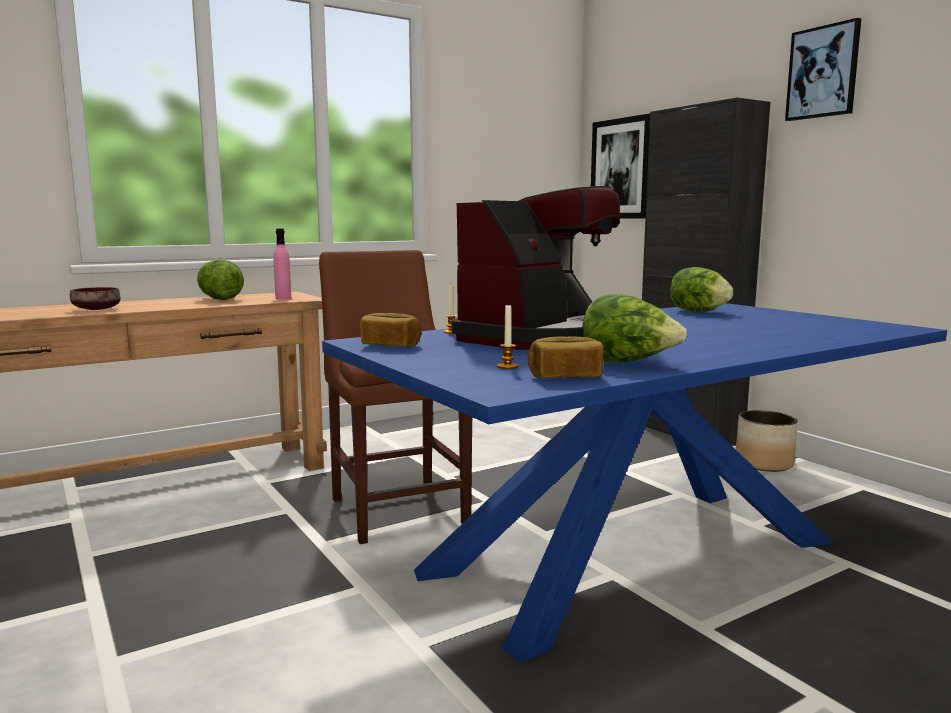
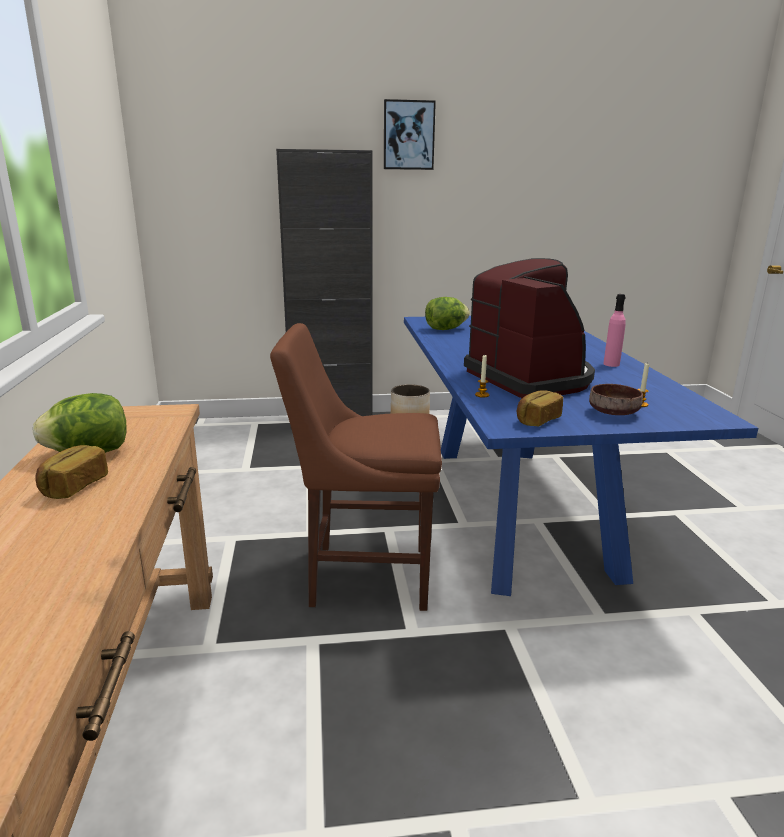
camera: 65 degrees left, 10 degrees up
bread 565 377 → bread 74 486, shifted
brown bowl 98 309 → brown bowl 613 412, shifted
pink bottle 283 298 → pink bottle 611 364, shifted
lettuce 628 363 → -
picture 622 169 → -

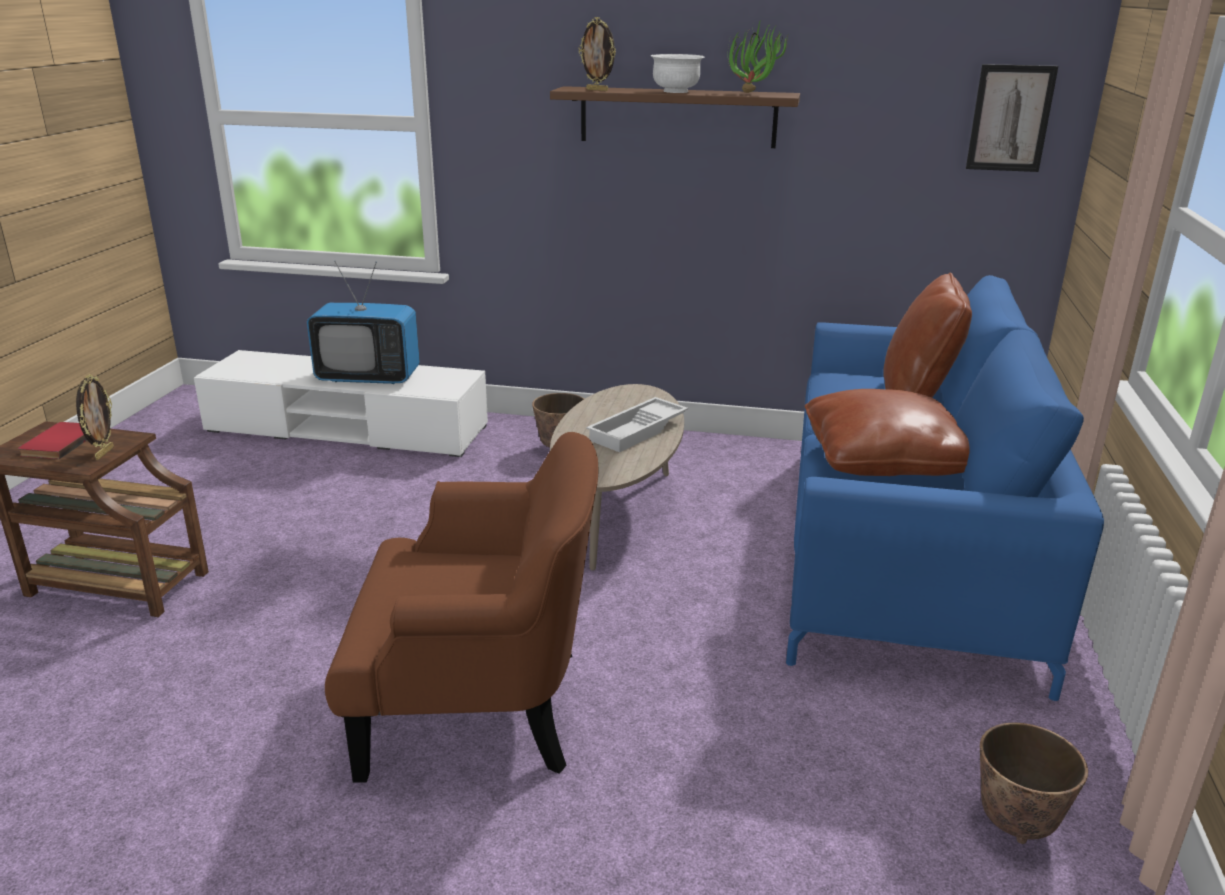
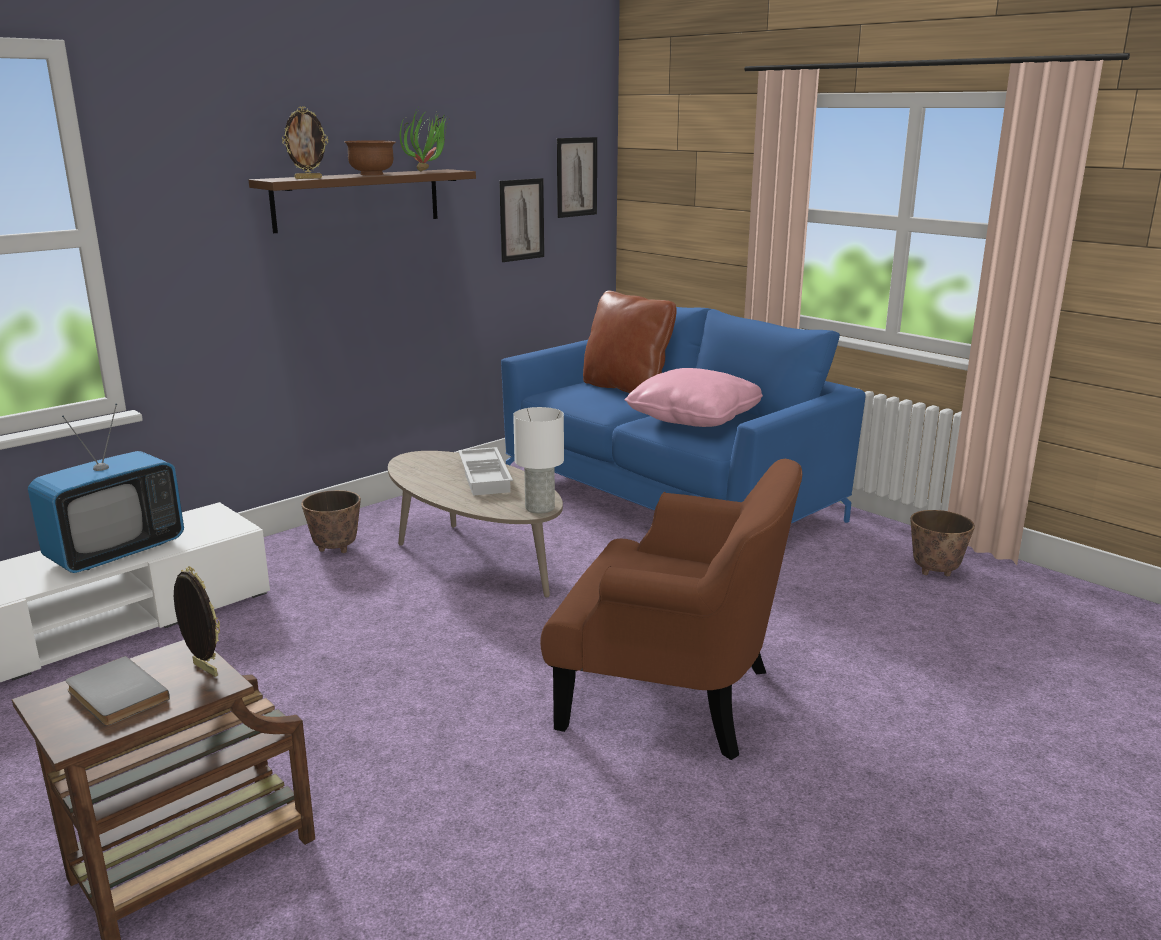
camera: 55 degrees left, 5 degrees down
red book 58 443 → grey book 114 696
white bowl 676 91 → brown bowl 372 174
- → picture 521 219
- → white table lamp 539 508
brown armchair 479 707 → brown armchair 672 696, 75 degrees clockwise
brown pillow 883 460 → pink pillow 694 419

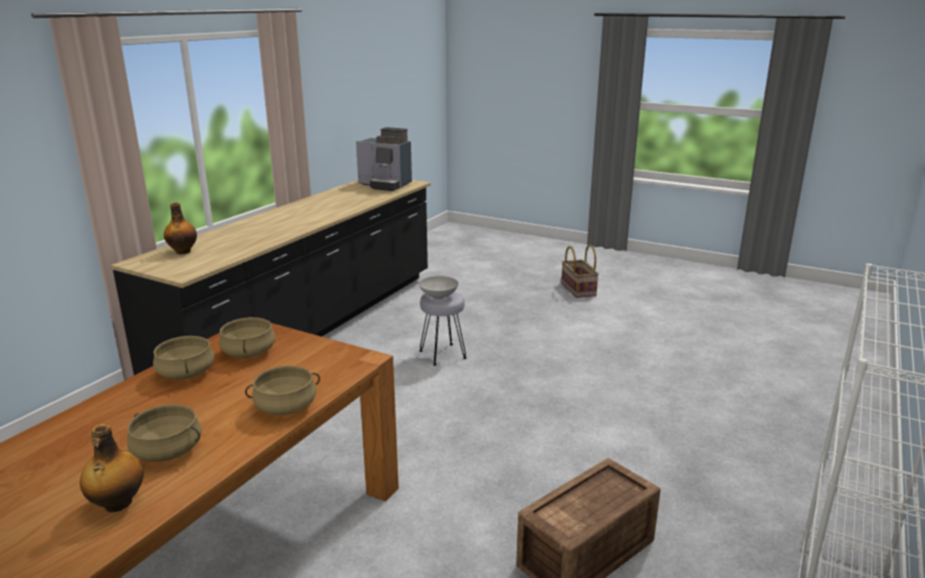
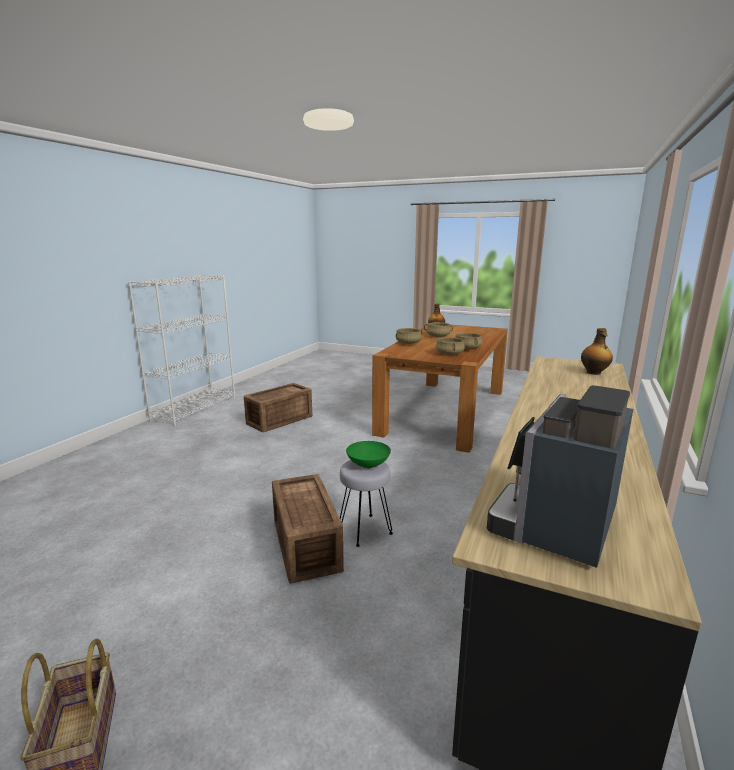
camera: 175 degrees right, 5 degrees down
- → crate 305 546
grey bowl 439 297 → green bowl 367 465
coffee machine 385 185 → coffee machine 557 525, 75 degrees counterclockwise

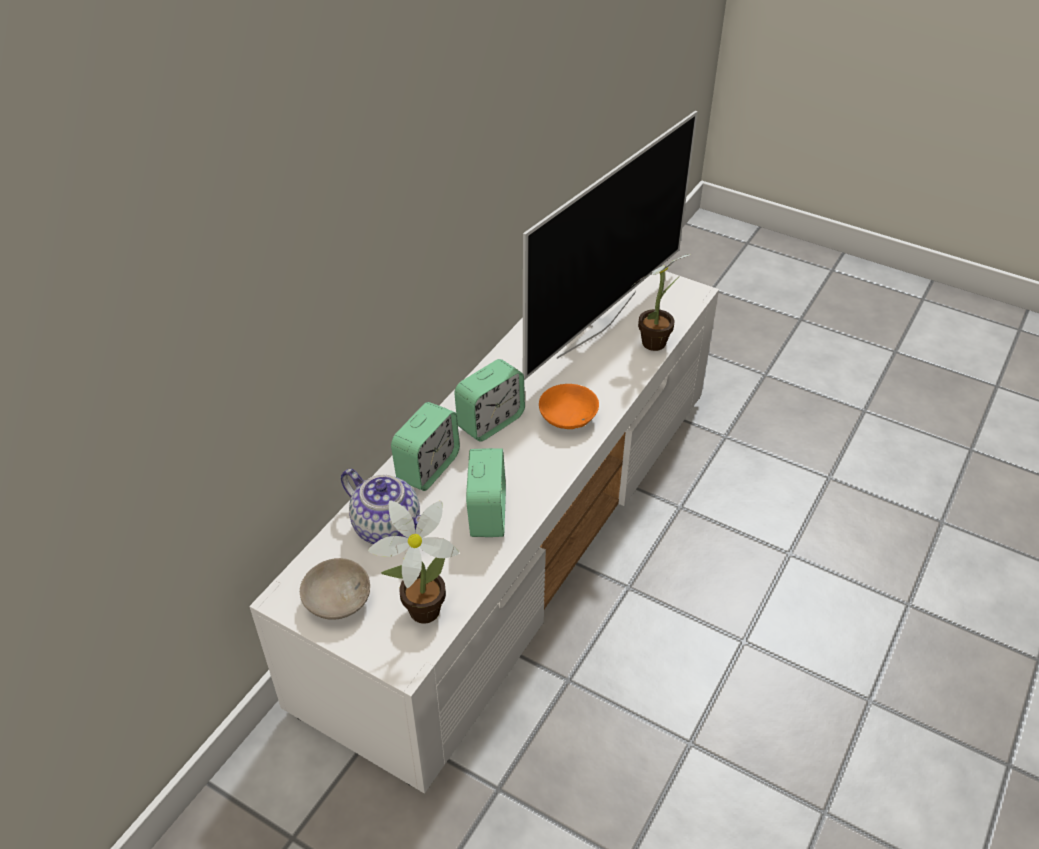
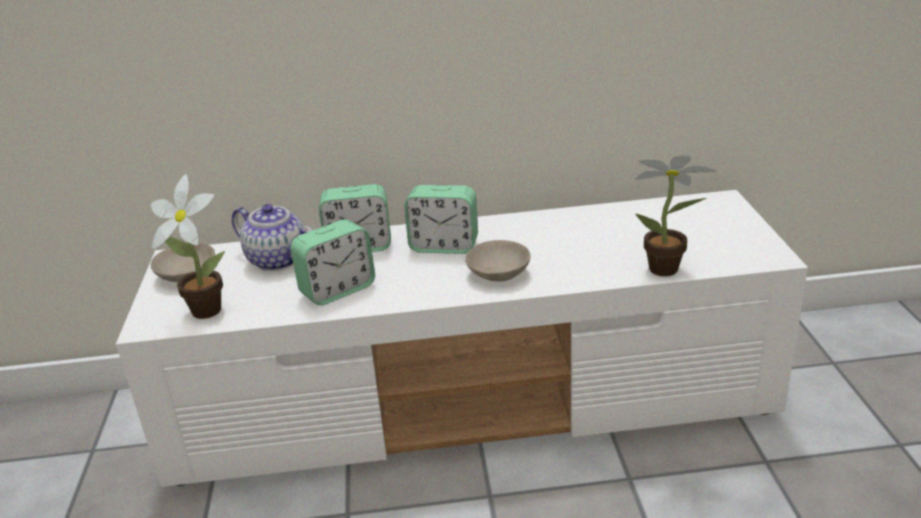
camera: 55 degrees right, 15 degrees down
teapot 388 527 → teapot 279 260, 60 degrees counterclockwise
orange bowl 567 416 → beige bowl 500 272
television 595 323 → -

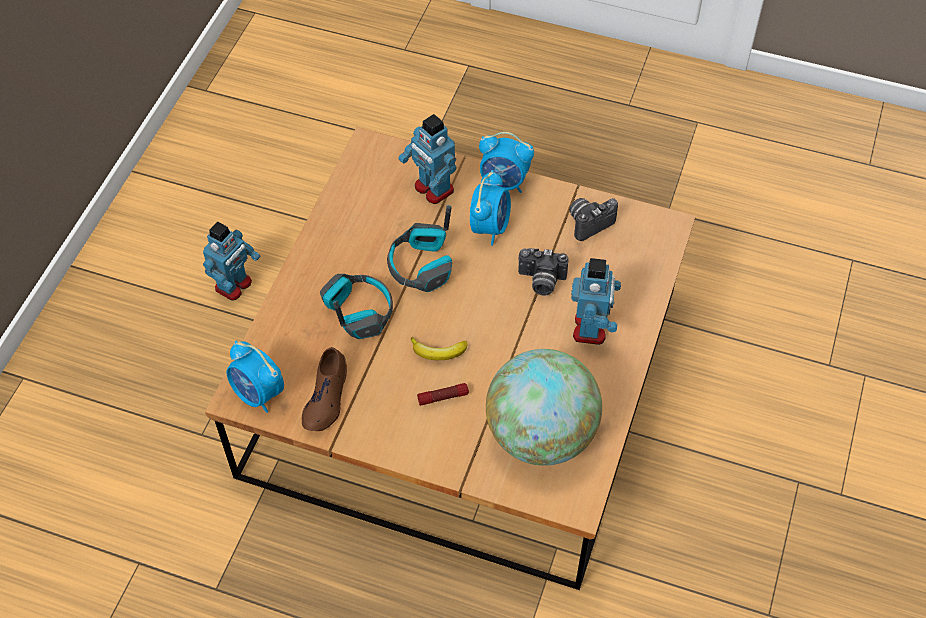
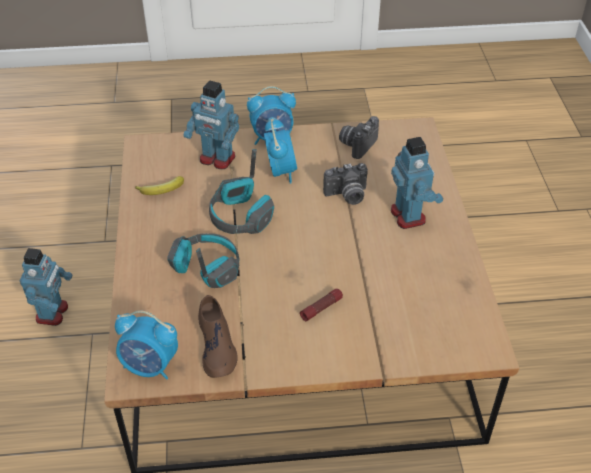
camera: 25 degrees left, 10 degrees down
banana 438 352 → banana 162 190, shifted
globe 541 435 → -

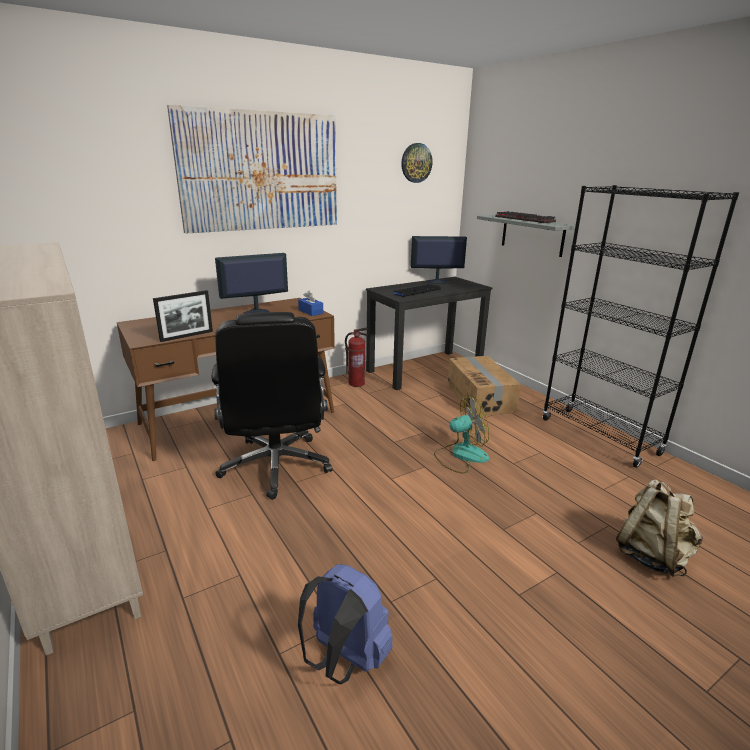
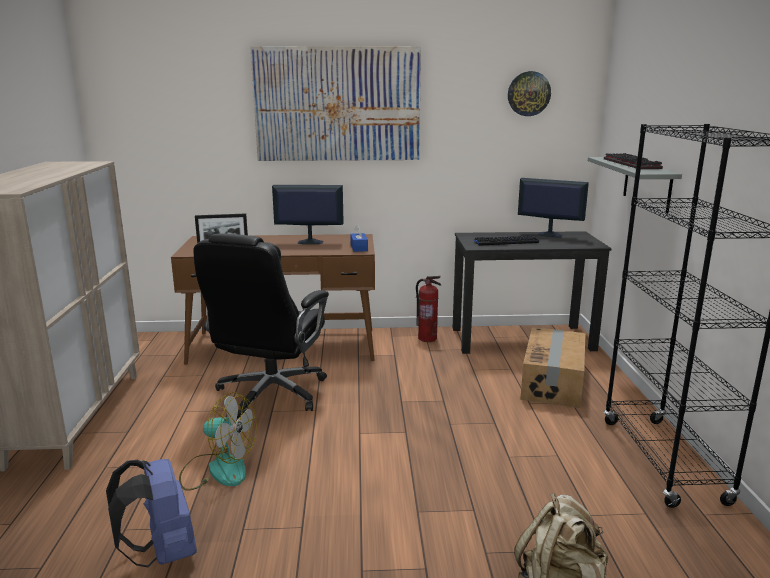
camera: 30 degrees right, 5 degrees down
fan 461 455 → fan 218 469, shifted

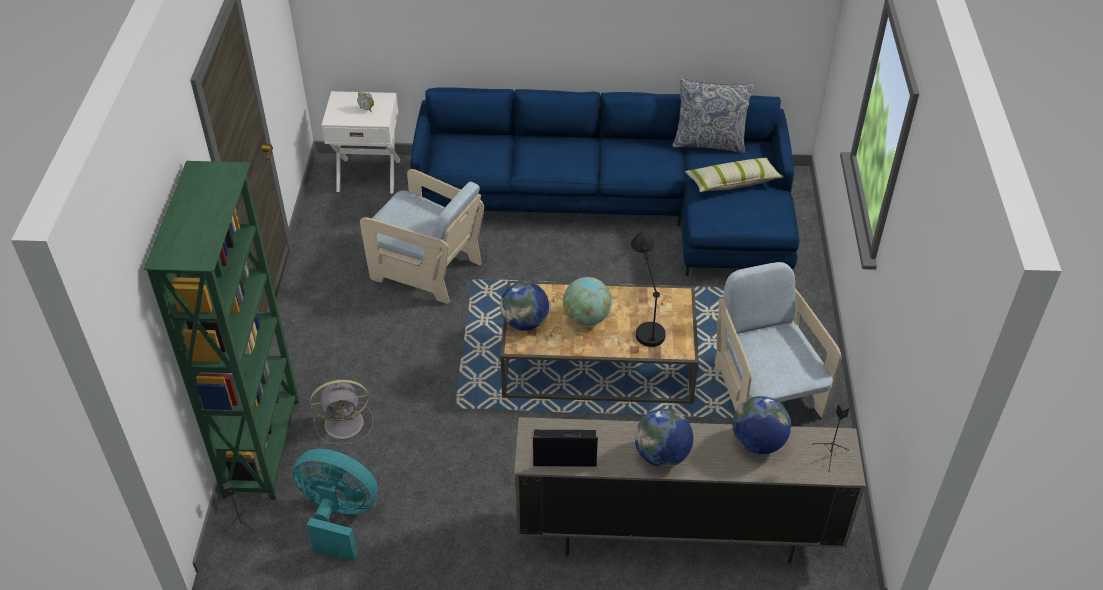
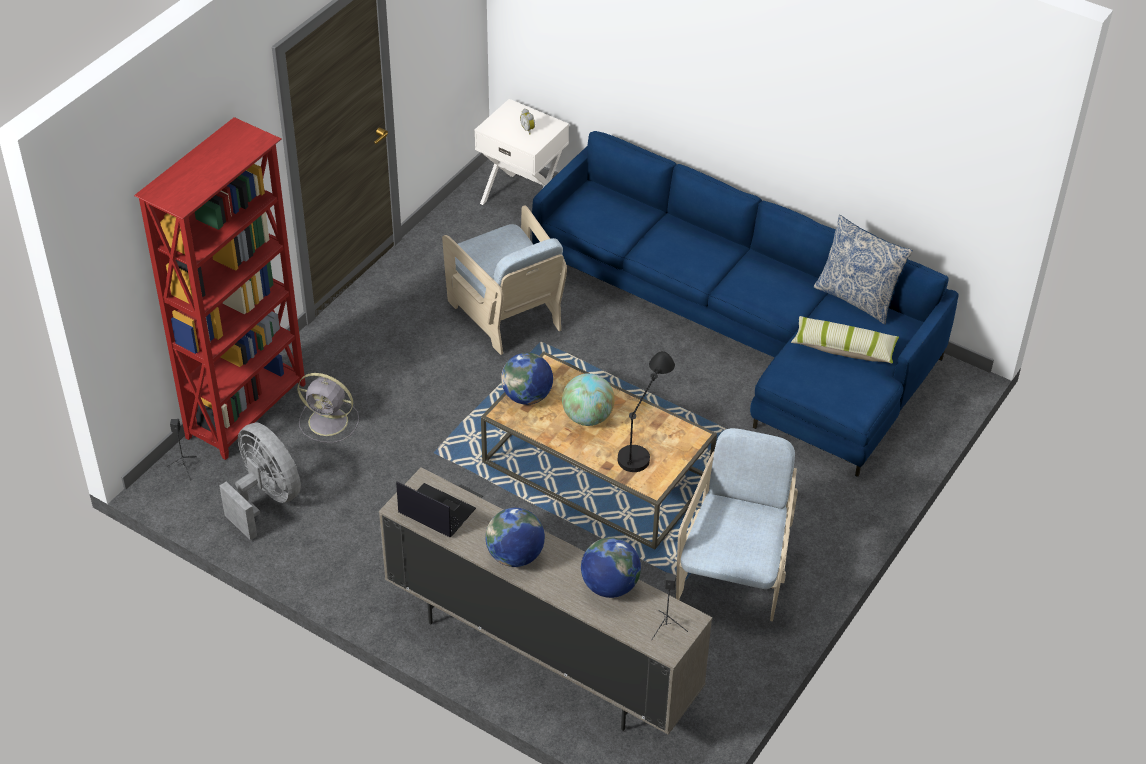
camera: 30 degrees right, 0 degrees up
green bookcase 264 447 → red bookcase 248 411
turquoise fan 339 517 → grey fan 265 499

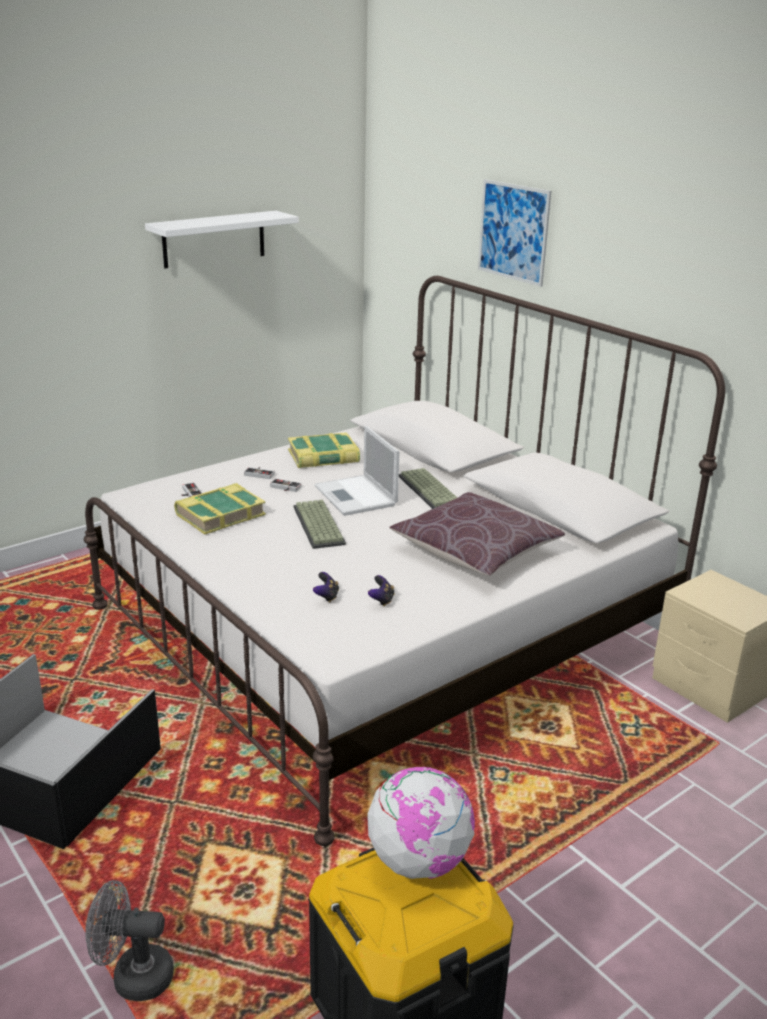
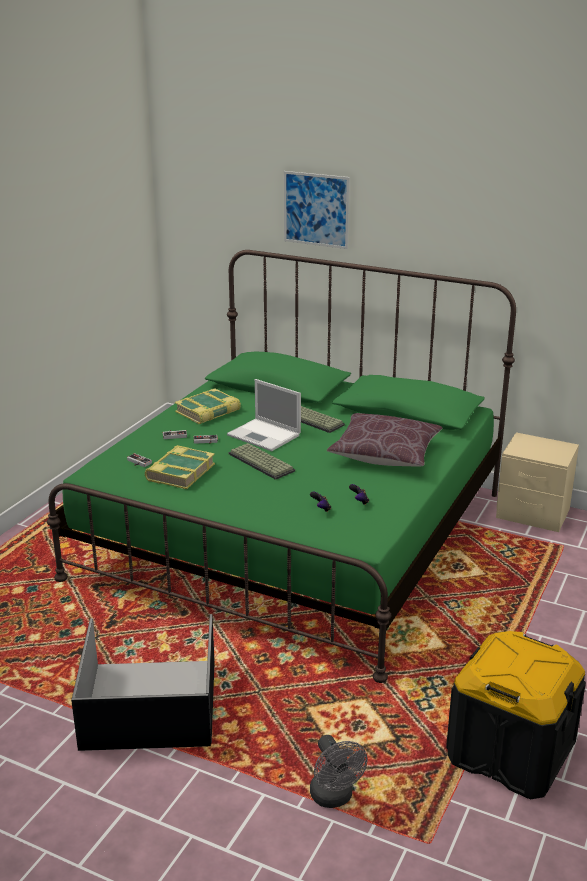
camera: 25 degrees left, 0 degrees up
white bed 380 627 → green bed 293 534
grey fan 133 976 → grey fan 334 798, 90 degrees counterclockwise
white shelf 214 239 → -
globe 419 861 → -

